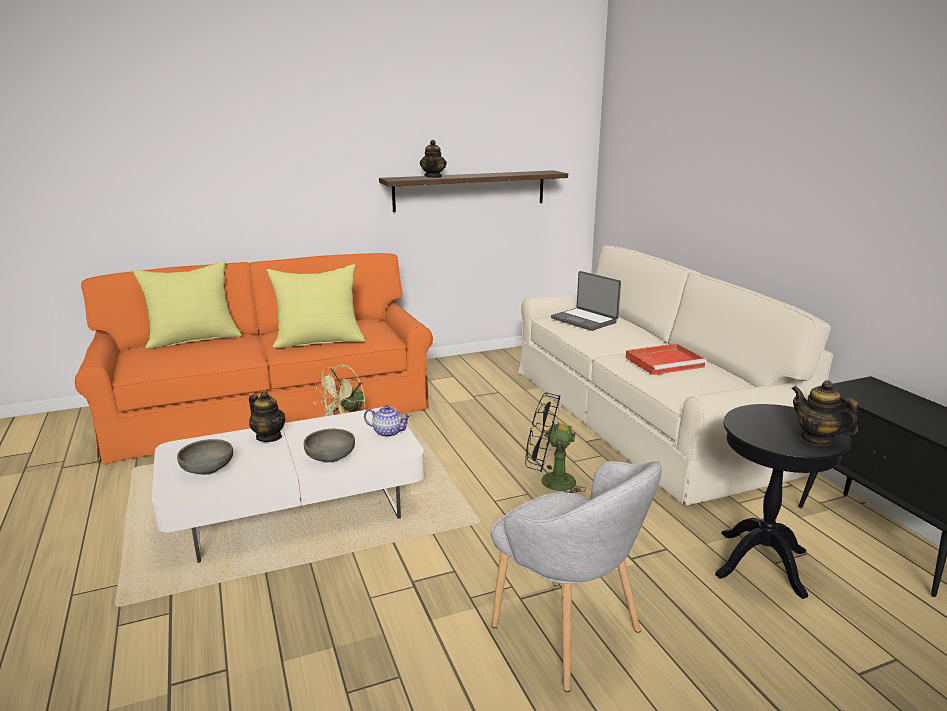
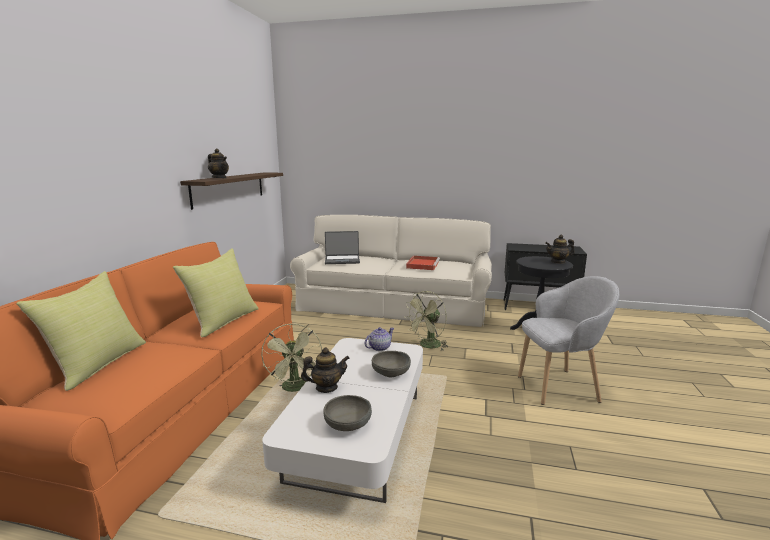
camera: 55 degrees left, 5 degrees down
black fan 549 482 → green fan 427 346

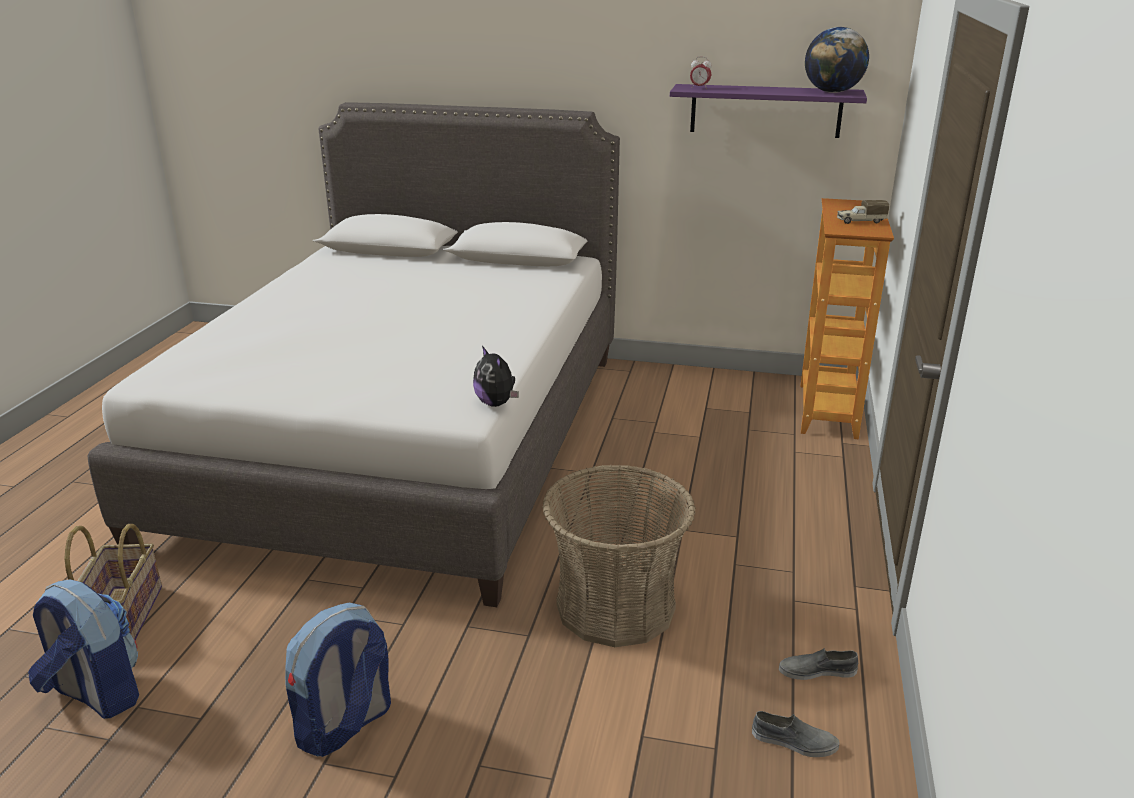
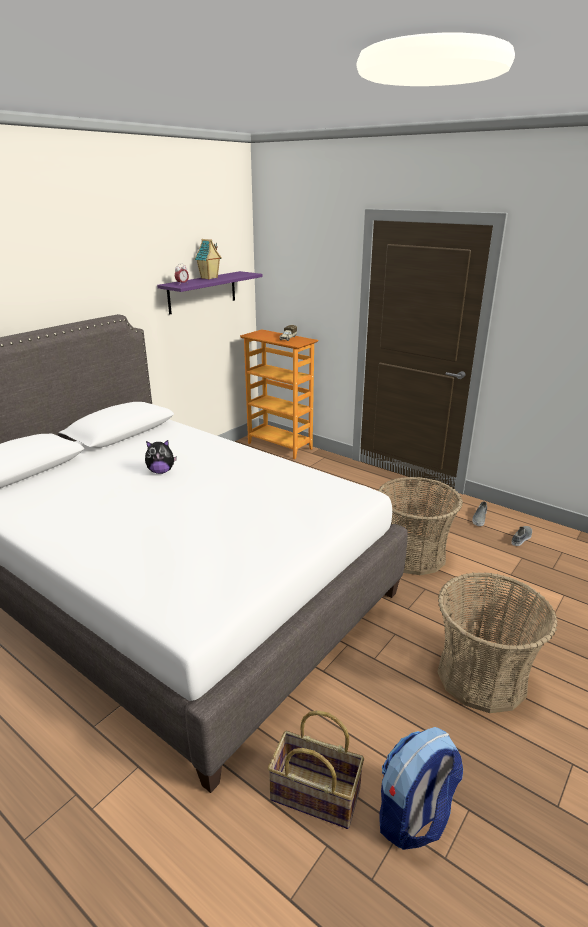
camera: 65 degrees left, 0 degrees up
plush toy 496 403 → plush toy 161 471, shifted
- → toy house 209 278
backpack 344 726 → basket 482 676
globe 832 92 → -

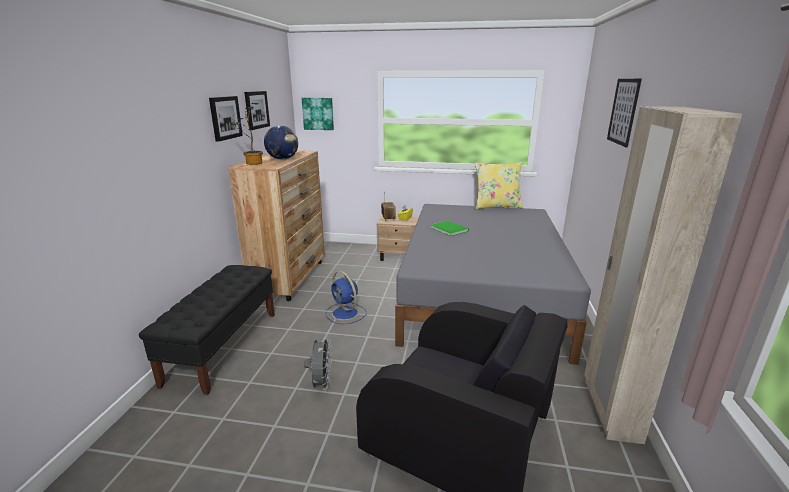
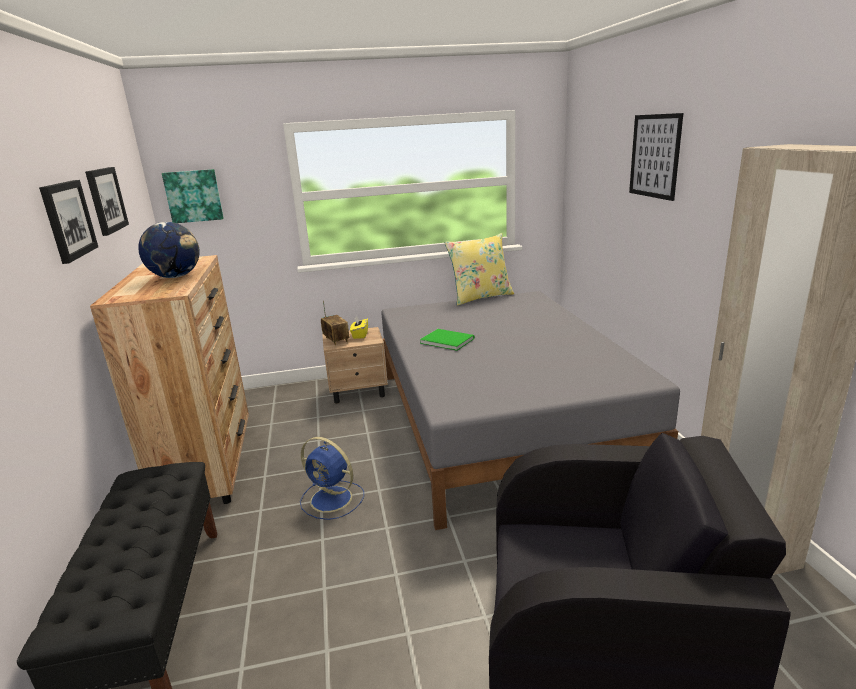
camera: 20 degrees left, 0 degrees up
potted plant 251 163 → -
grey fan 321 384 → -

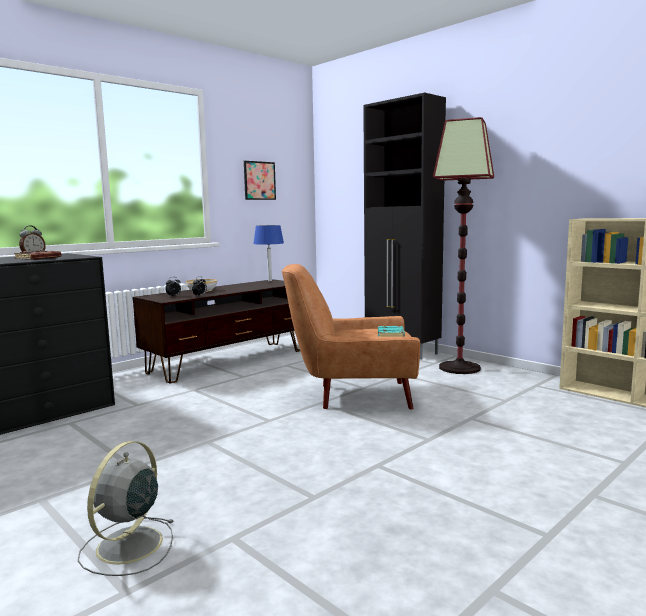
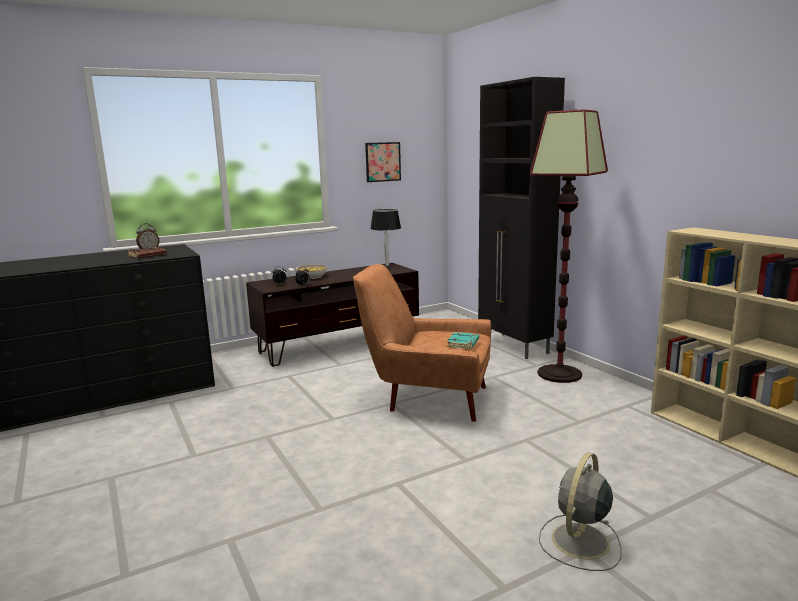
camera: 15 degrees right, 5 degrees up
blue table lamp 270 281 → black table lamp 387 265
grey fan 127 547 → grey fan 579 542, shifted

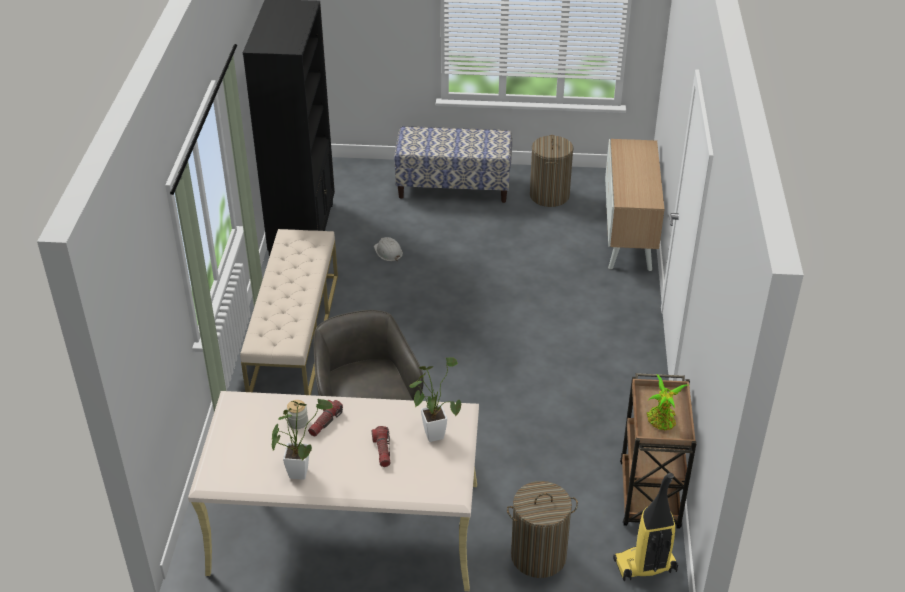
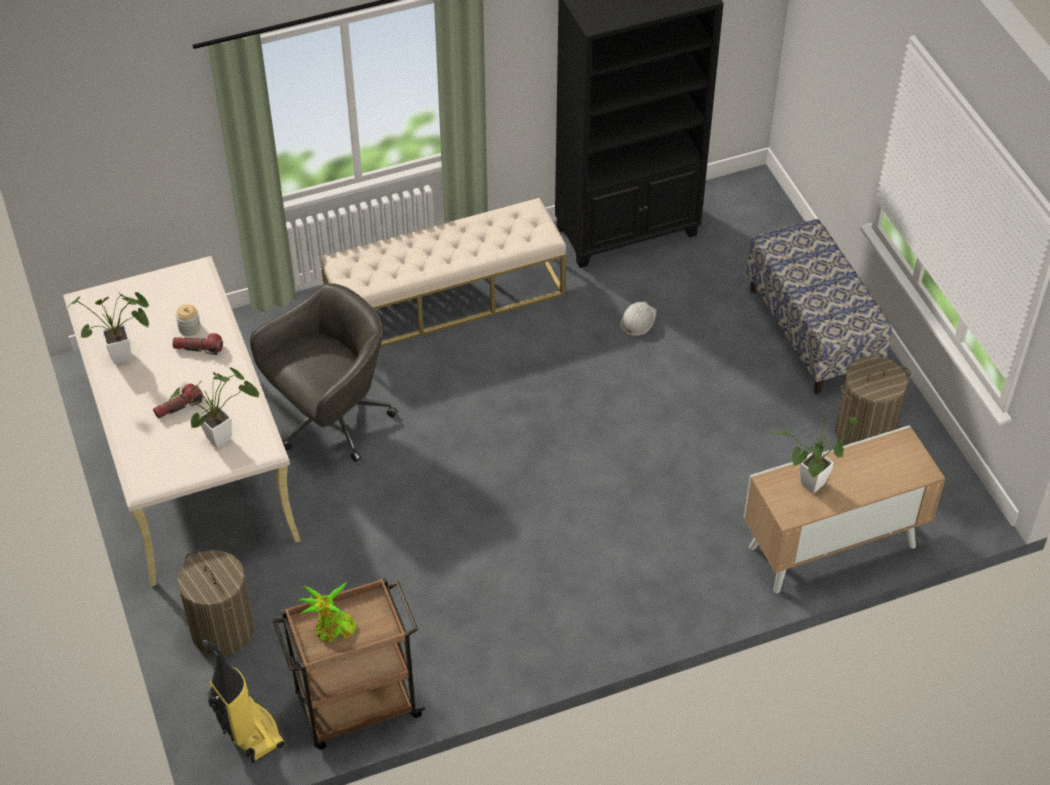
camera: 65 degrees right, 10 degrees up
- → potted plant 808 487

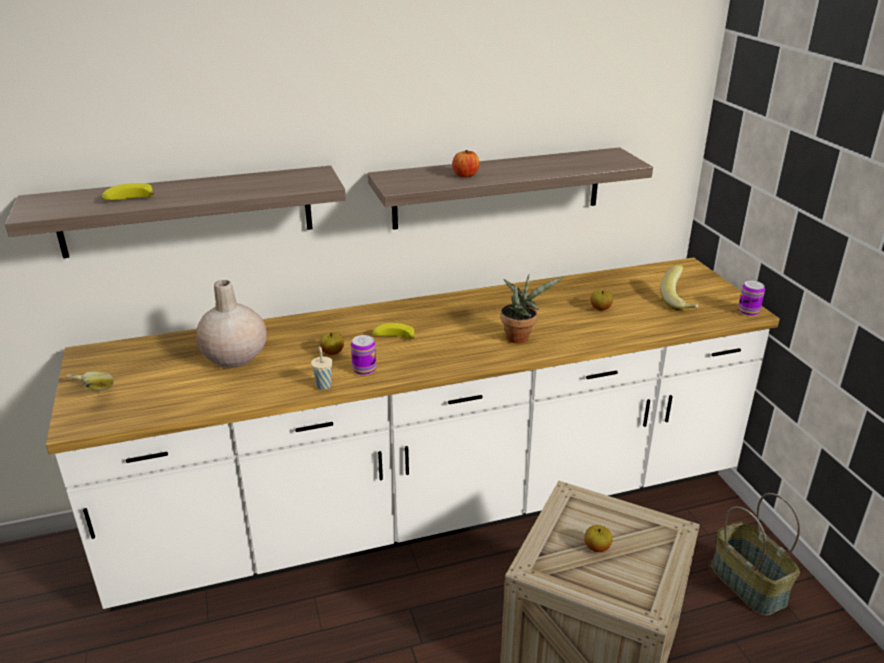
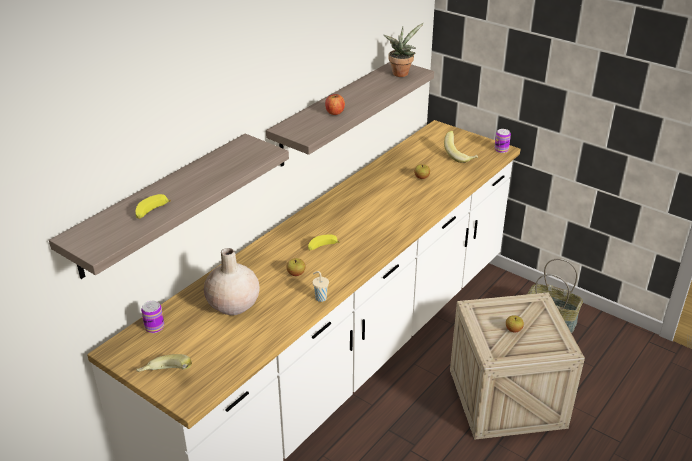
camera: 35 degrees left, 5 degrees up
can 364 369 → can 154 327, shifted
potted plant 520 337 → potted plant 401 72, shifted

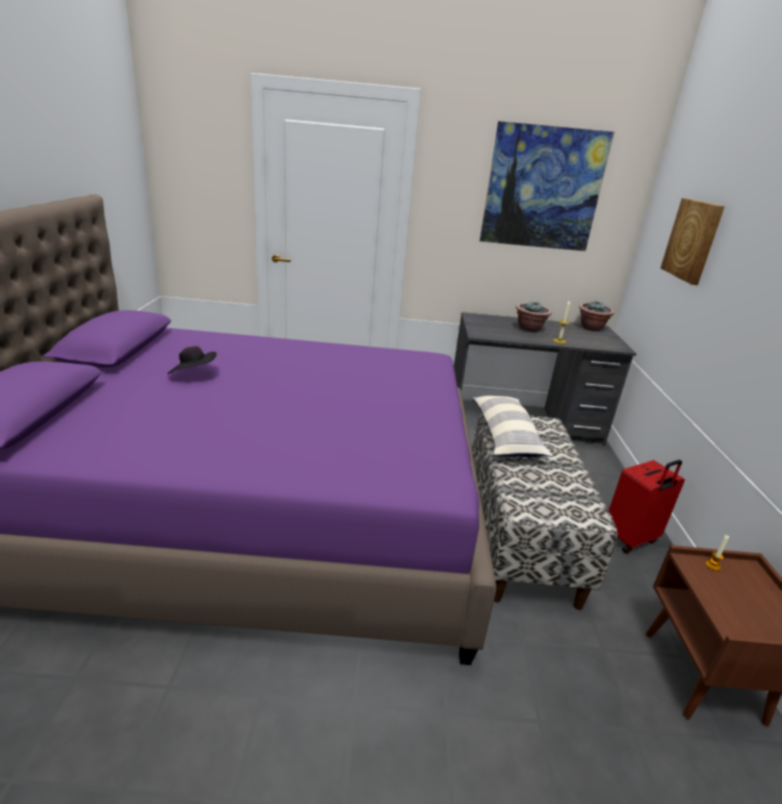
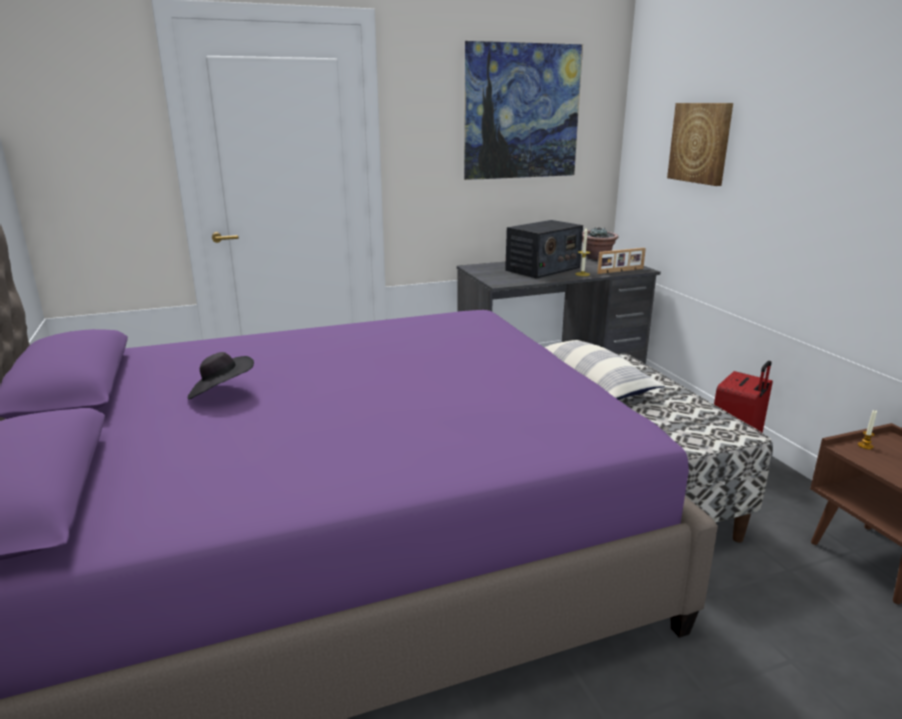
camera: 20 degrees left, 5 degrees down
potted plant 529 329 → radio 542 269
- → picture frame 621 271

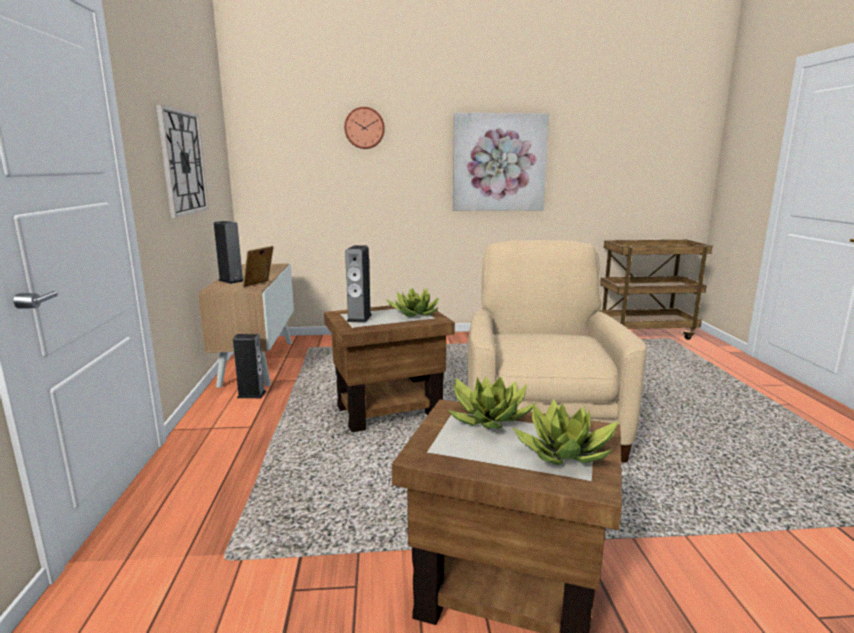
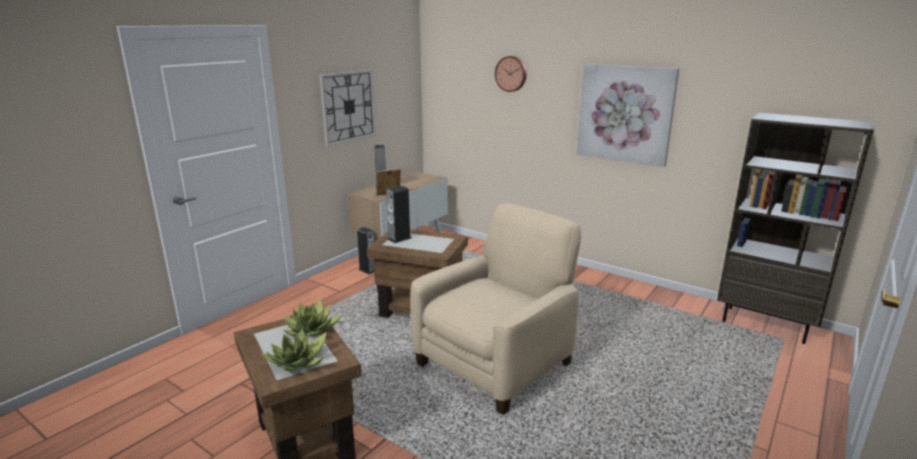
camera: 40 degrees right, 5 degrees up
brown cart 646 333 → brown bookcase 765 324
potted plant 414 313 → -

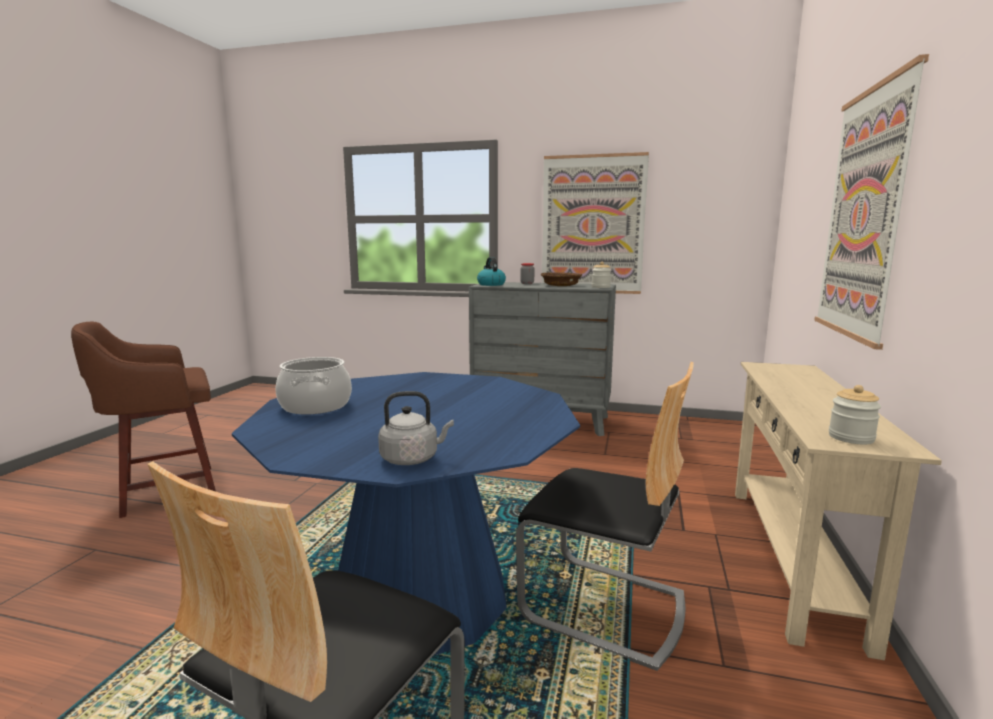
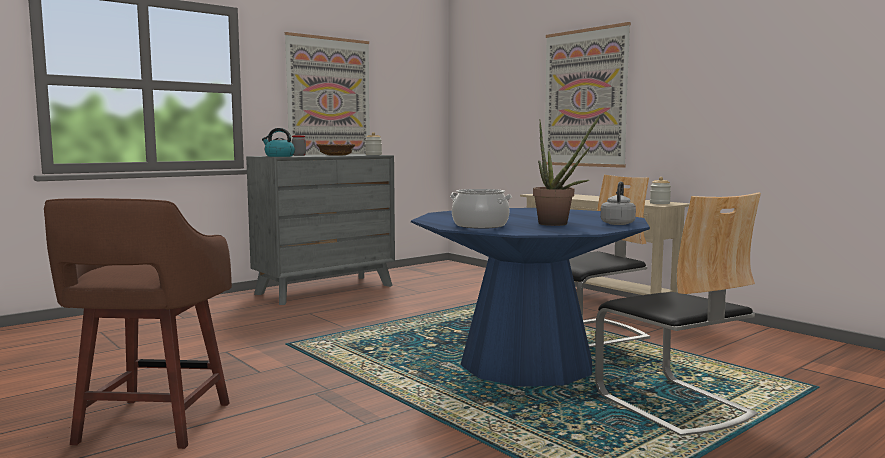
camera: 55 degrees left, 5 degrees down
- → potted plant 558 224

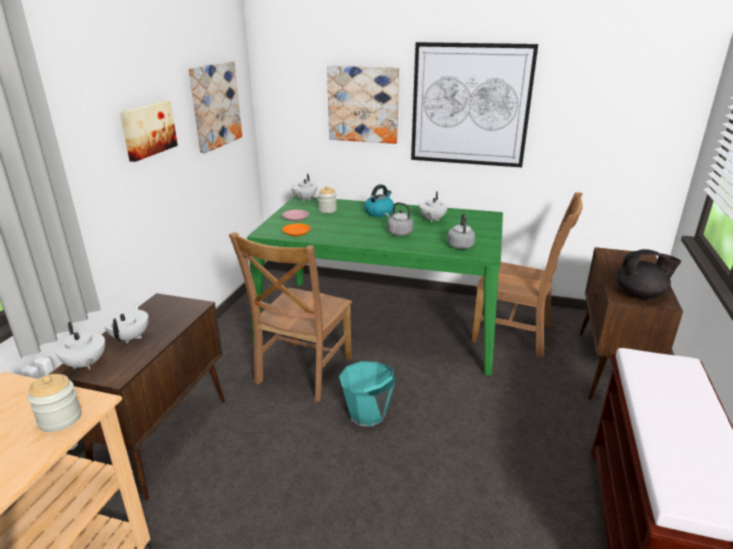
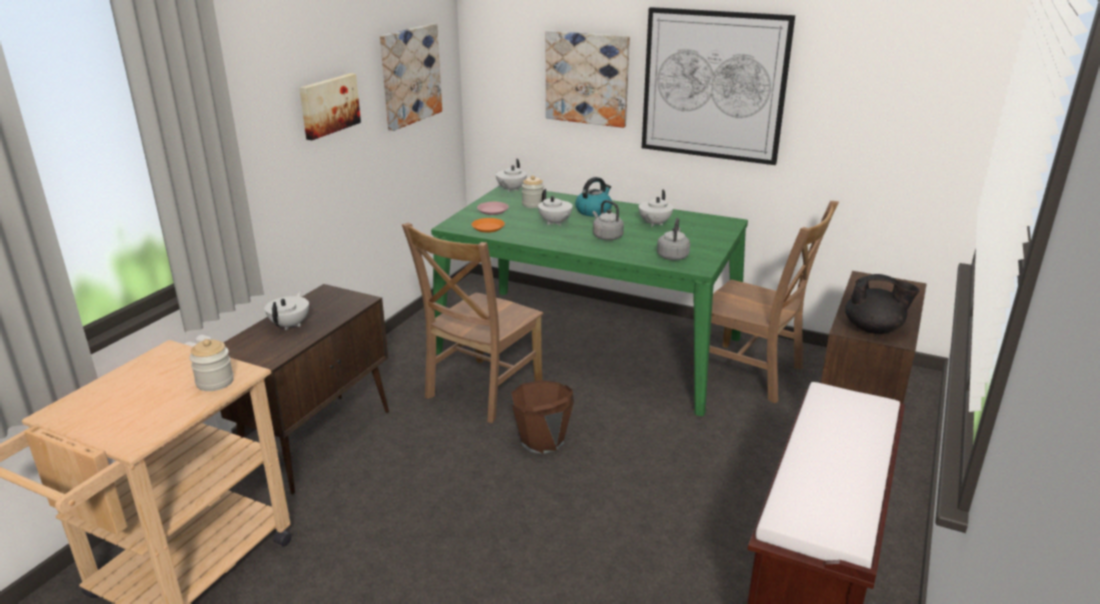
camera: 10 degrees right, 0 degrees up
turquoise bucket 367 413 → brown bucket 542 440
white teapot 85 364 → white teapot 555 223, shifted

